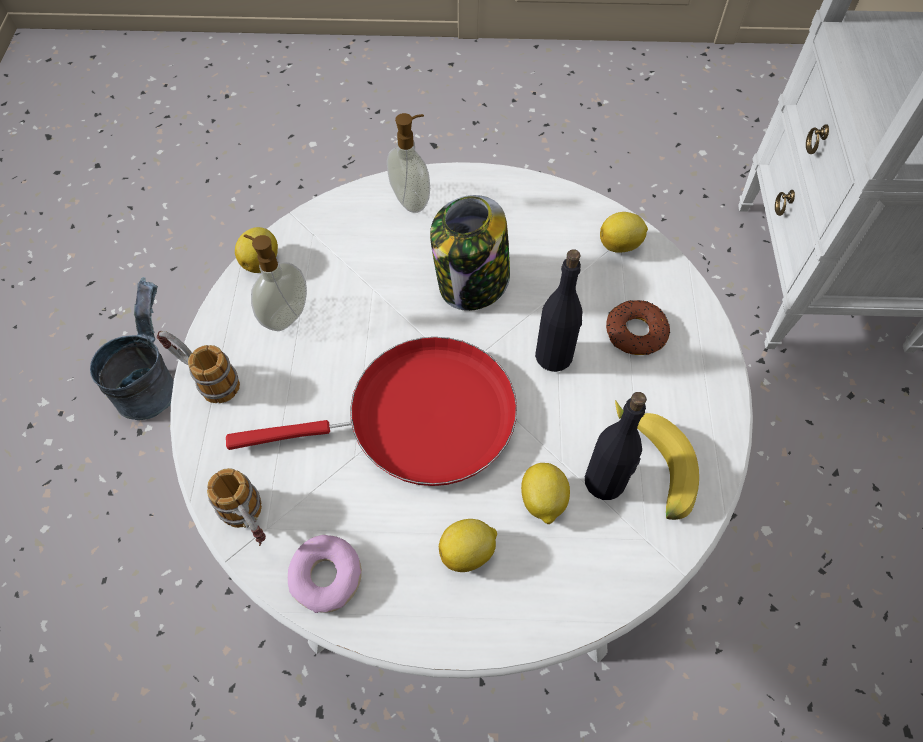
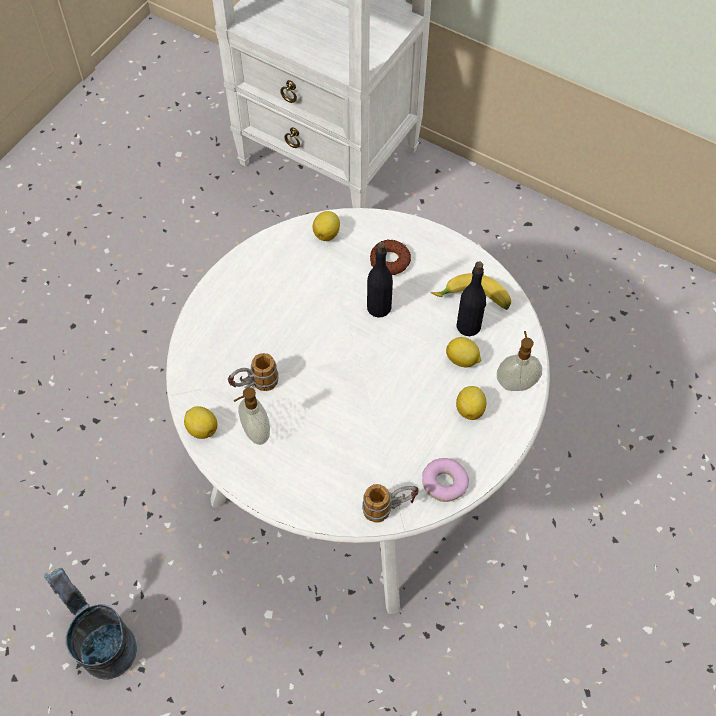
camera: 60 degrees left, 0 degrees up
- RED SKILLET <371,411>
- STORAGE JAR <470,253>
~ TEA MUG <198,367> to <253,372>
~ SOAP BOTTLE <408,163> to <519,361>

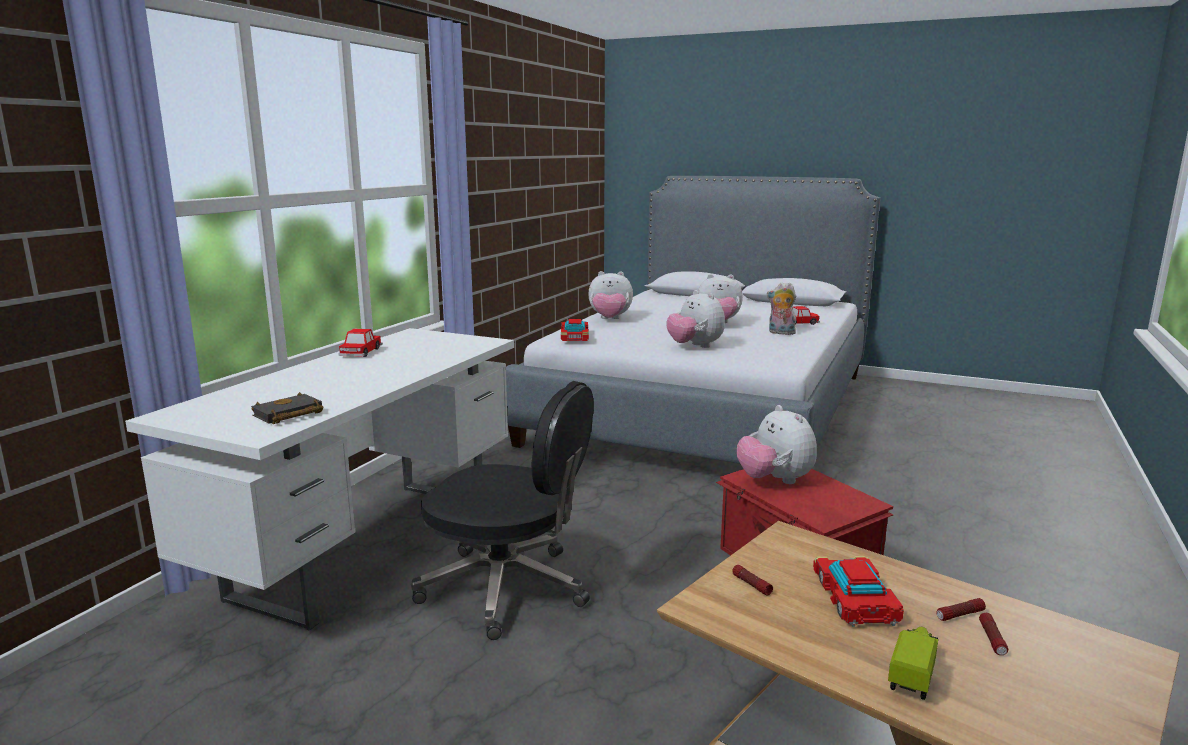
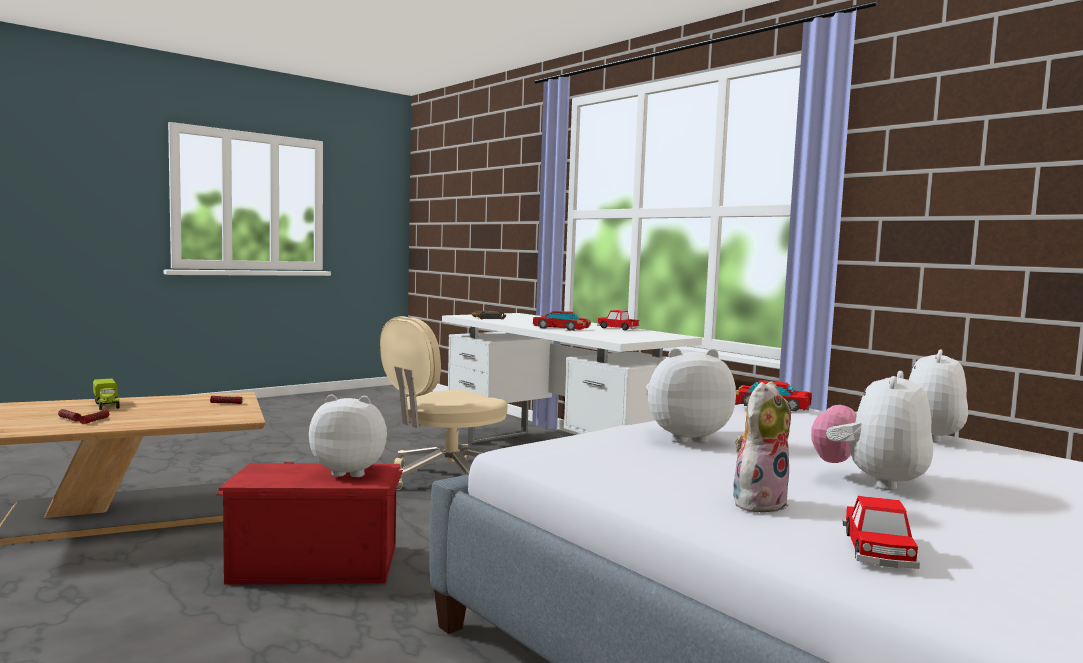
camera: 115 degrees right, 10 degrees down
~ MINIATURE CAR <858,591> to <562,321>
~ BLACK-COLOURED COMPUTER CHAIR <502,510> to BEIGE COMPUTER CHAIR <444,403>

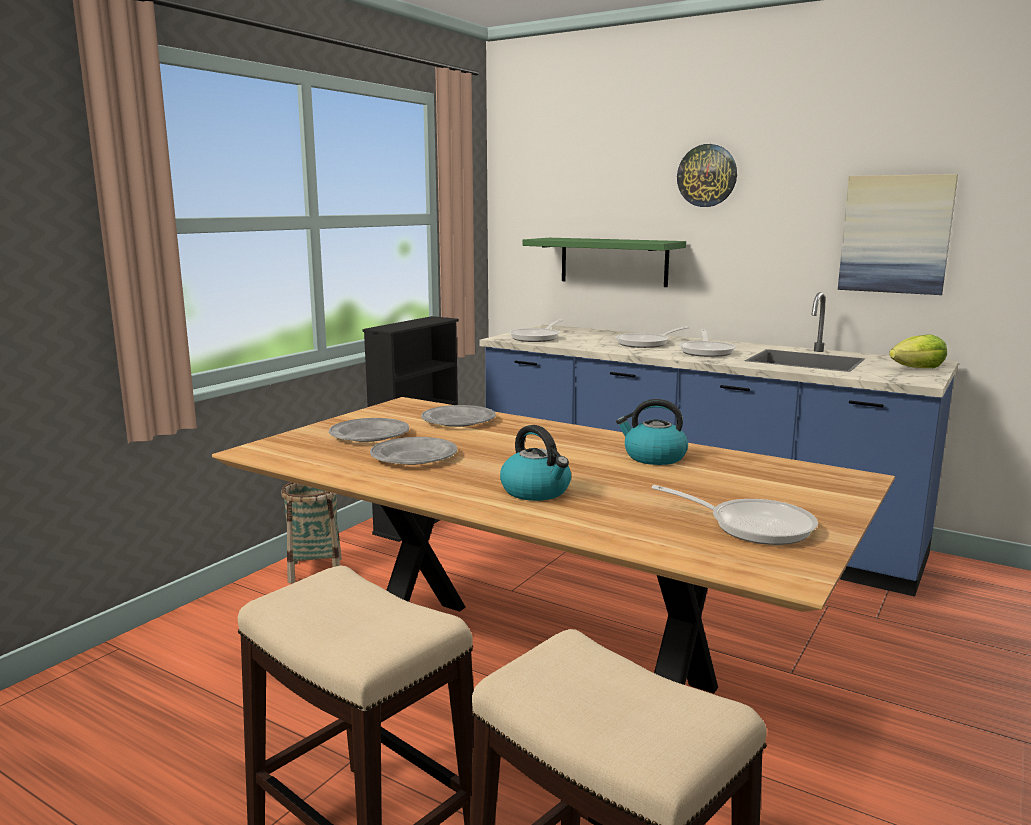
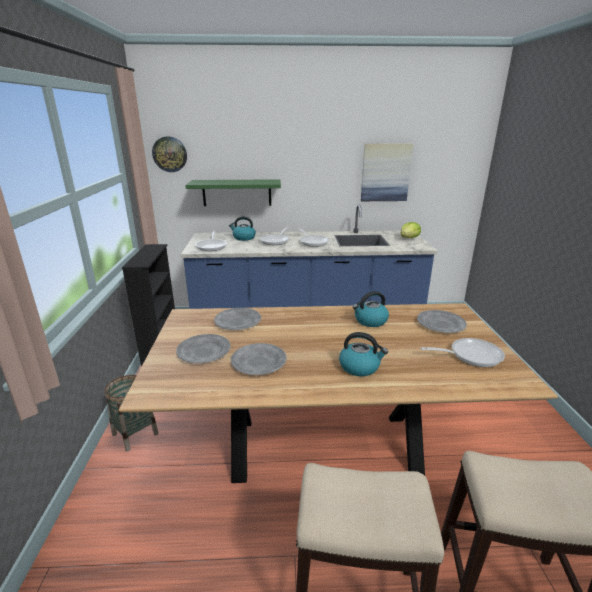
camera: 35 degrees left, 10 degrees up
+ TEA KETTLE <242,228>
+ GRAY PLATE <442,321>
~ HANGING CLOCK <707,175> to <169,154>

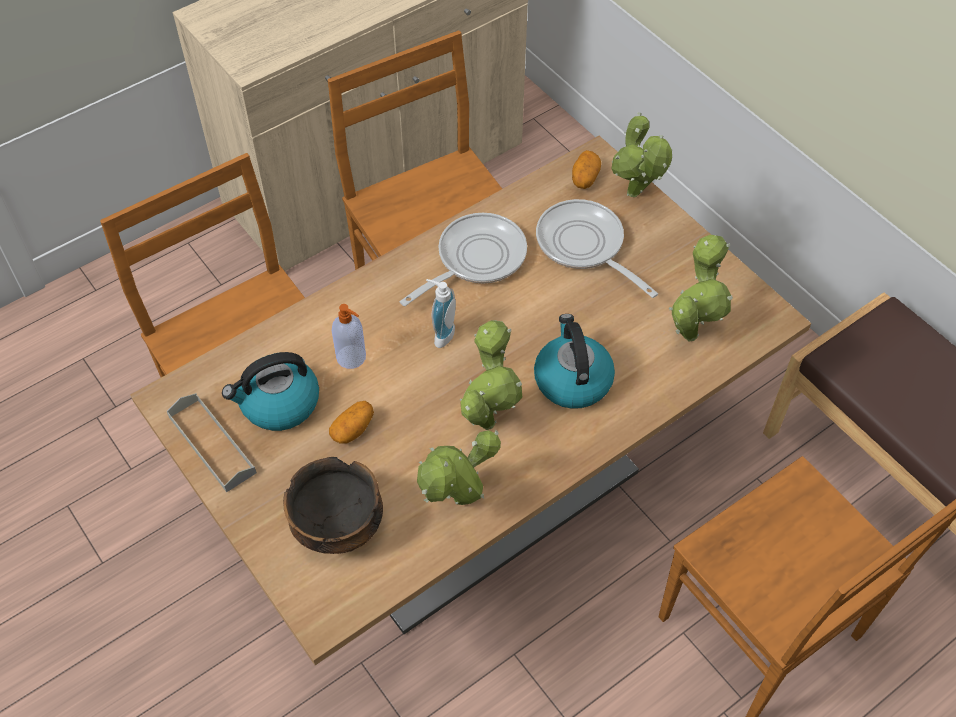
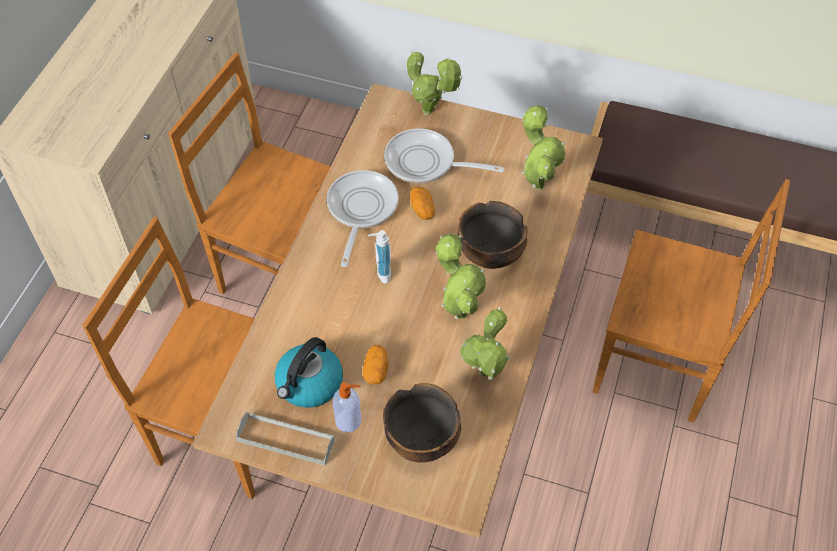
camera: 35 degrees left, 0 degrees up
~ SOAP BOTTLE <349,336> to <346,407>
~ WHOLE POTATO <586,169> to <422,203>
~ TEA KETTLE <574,361> to SERVING BOWL <492,235>

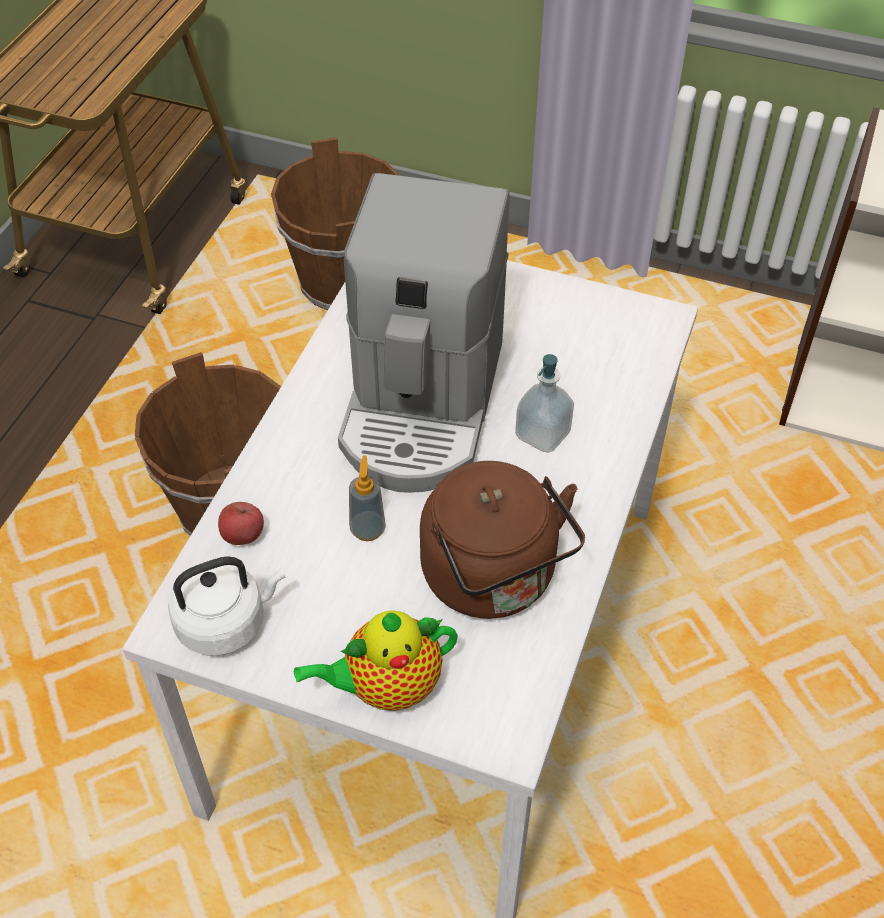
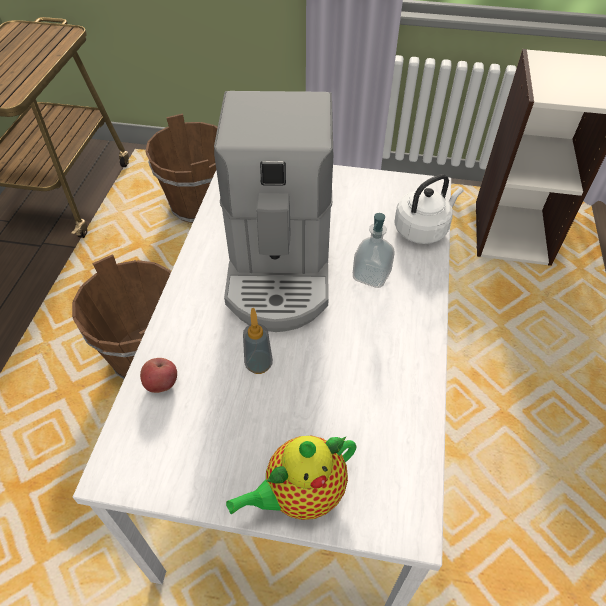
camera: 10 degrees left, 0 degrees up
- BROWN-COLOURED TEA KETTLE <502,540>
~ WHITE TEA KETTLE <226,606> to <428,209>

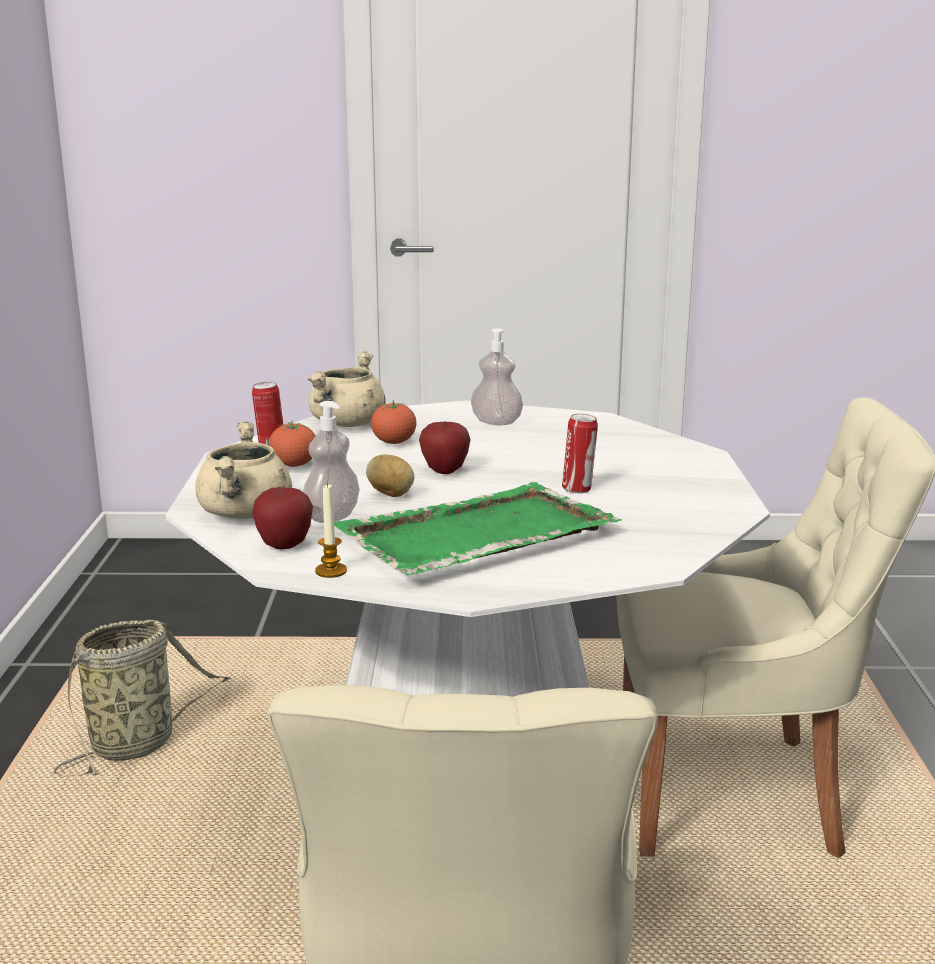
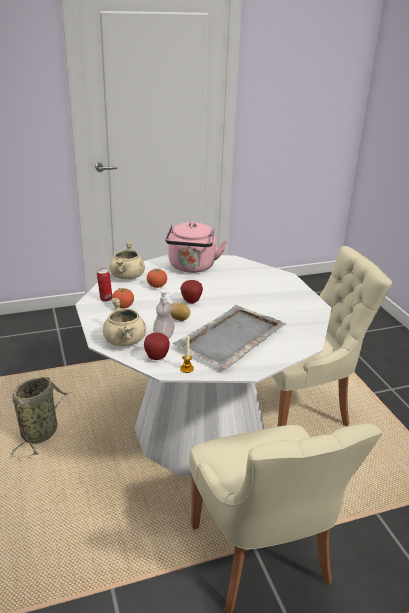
camera: 20 degrees left, 10 degrees up
- SEALED CAN <580,453>
~ SOAP BOTTLE <497,376> to PINKISH TEA KETTLE <196,247>
~ GREEN SERVING TRAY <478,528> to GRAY SERVING TRAY <230,337>

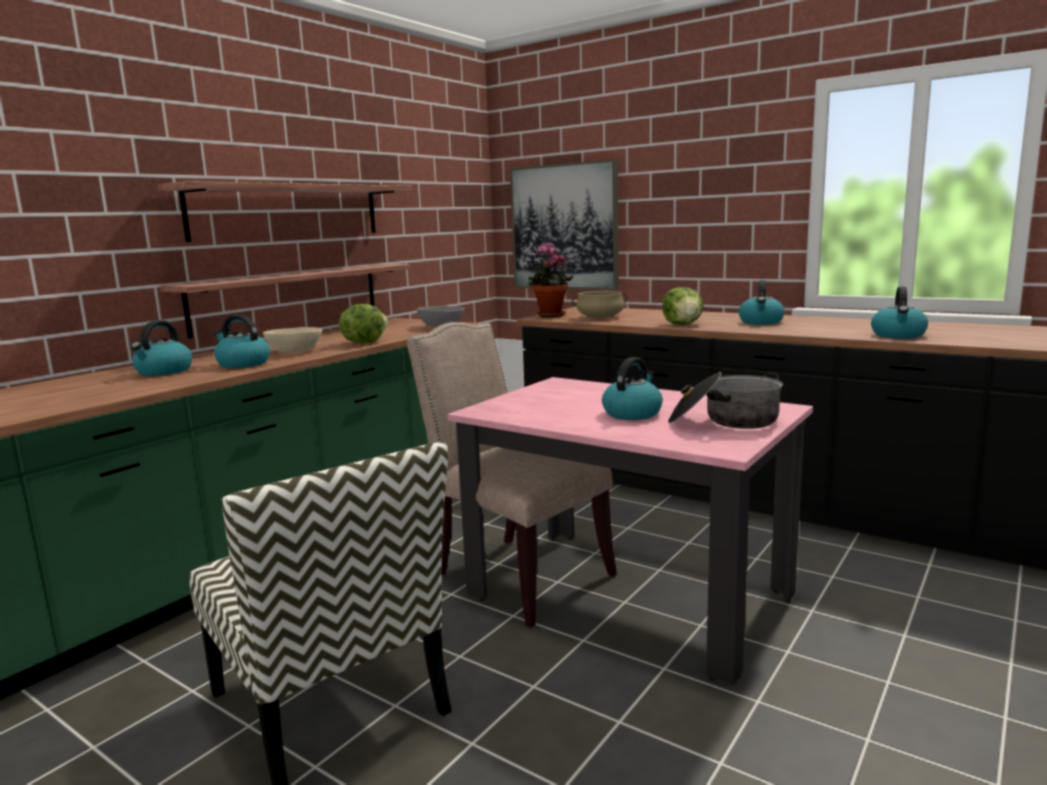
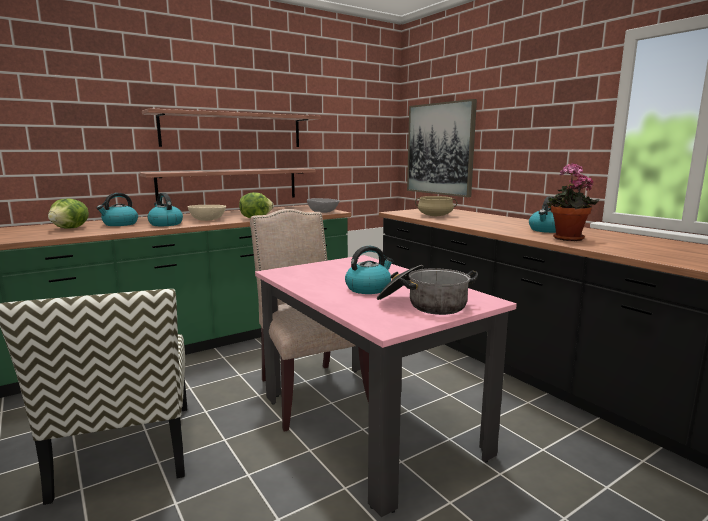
camera: 20 degrees right, 0 degrees up
- TEA KETTLE <899,312>
~ POTTED PLANT <550,279> to <573,202>
~ LETTUCE <683,306> to <68,213>

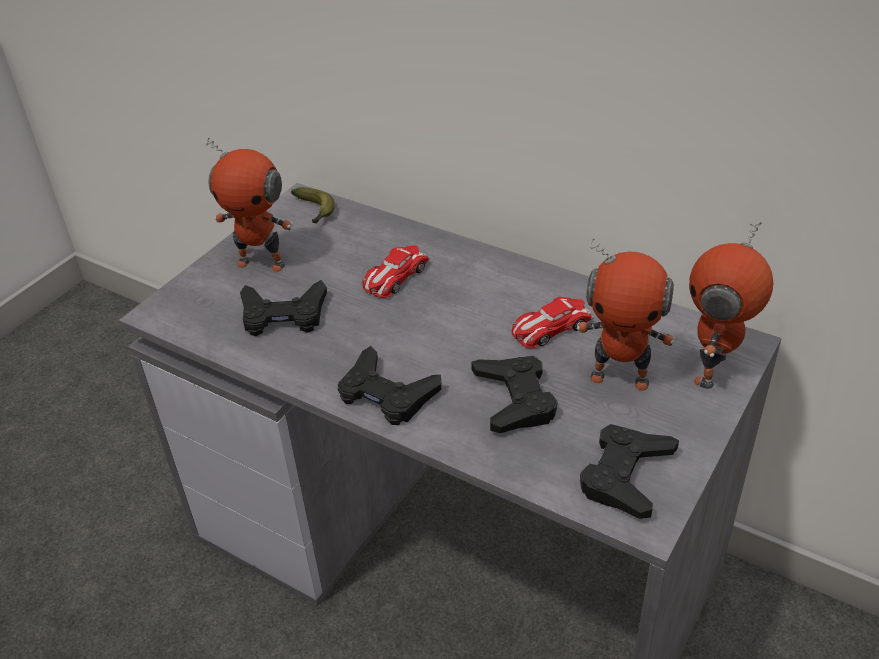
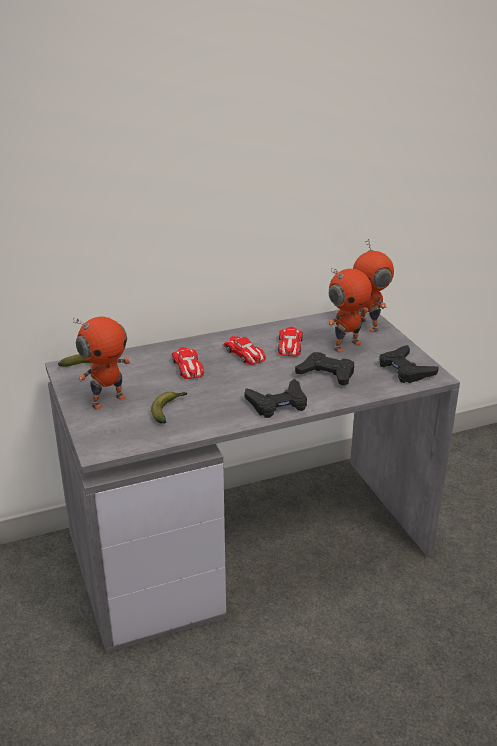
camera: 55 degrees left, 10 degrees down
+ MINIATURE CAR <244,350>
~ BLACK-COLOURED GAMEPAD <283,308> to BANANA <169,407>

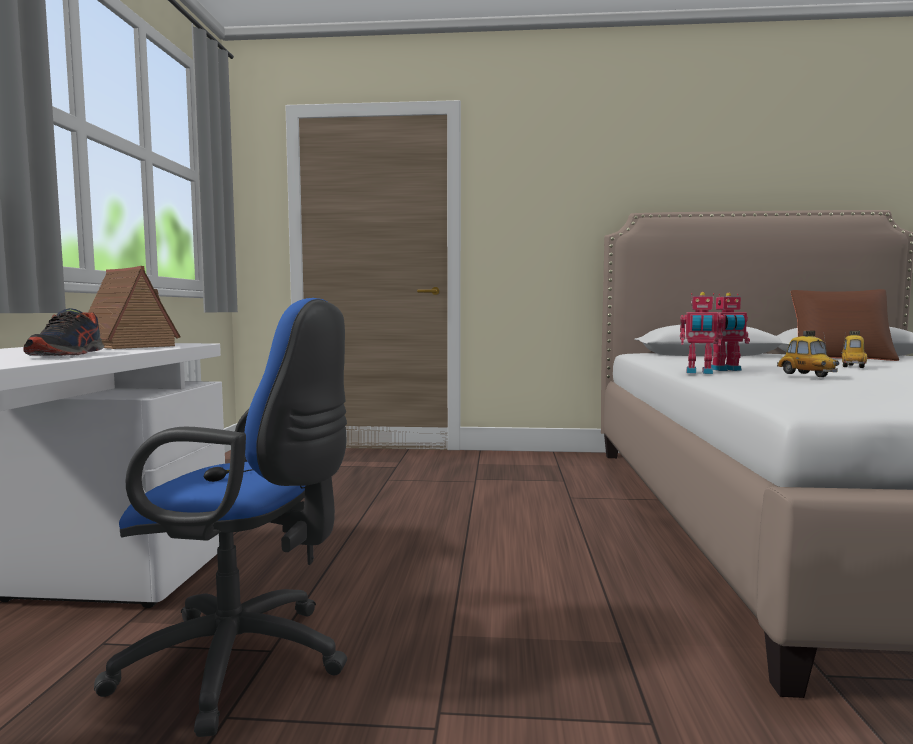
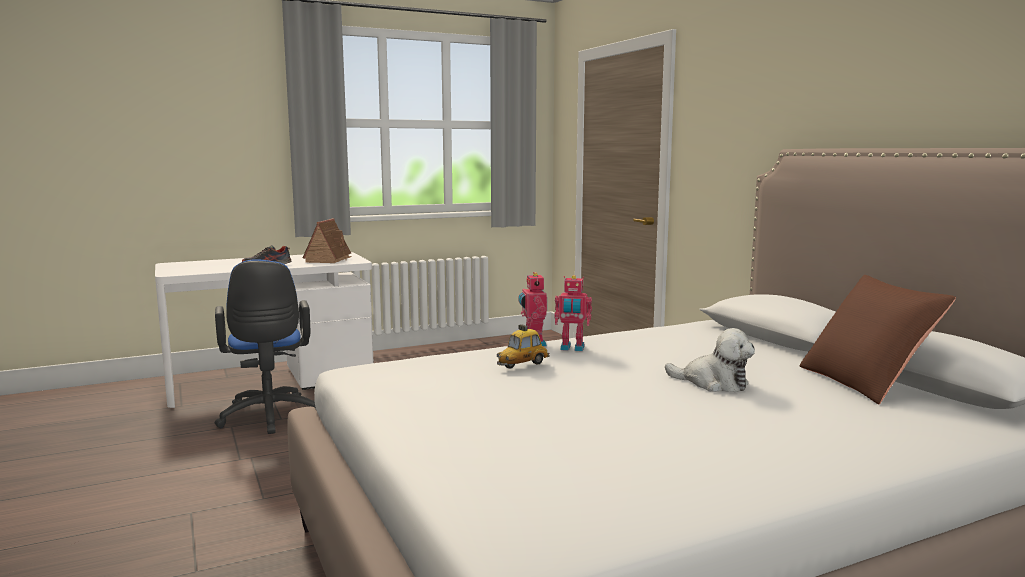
camera: 60 degrees right, 5 degrees up
~ MINIATURE CAR <854,349> to PLUSH TOY <710,360>
~ MODEL ROBOT <730,332> = <573,313> 45 degrees counterclockwise

